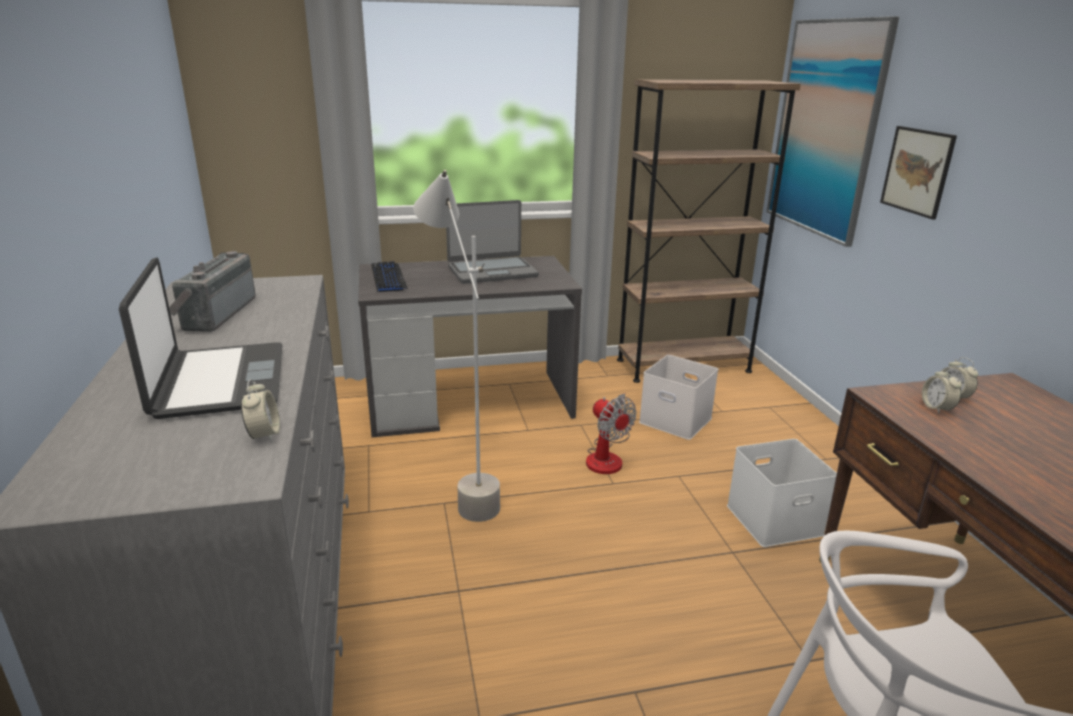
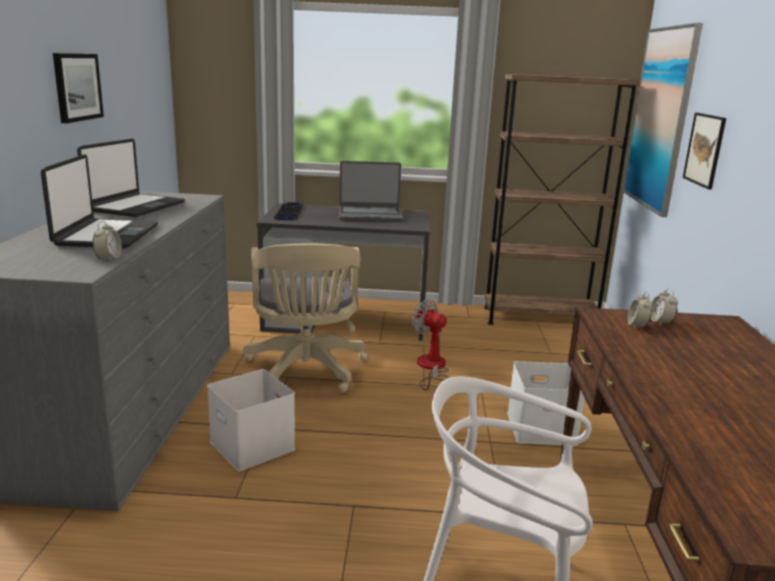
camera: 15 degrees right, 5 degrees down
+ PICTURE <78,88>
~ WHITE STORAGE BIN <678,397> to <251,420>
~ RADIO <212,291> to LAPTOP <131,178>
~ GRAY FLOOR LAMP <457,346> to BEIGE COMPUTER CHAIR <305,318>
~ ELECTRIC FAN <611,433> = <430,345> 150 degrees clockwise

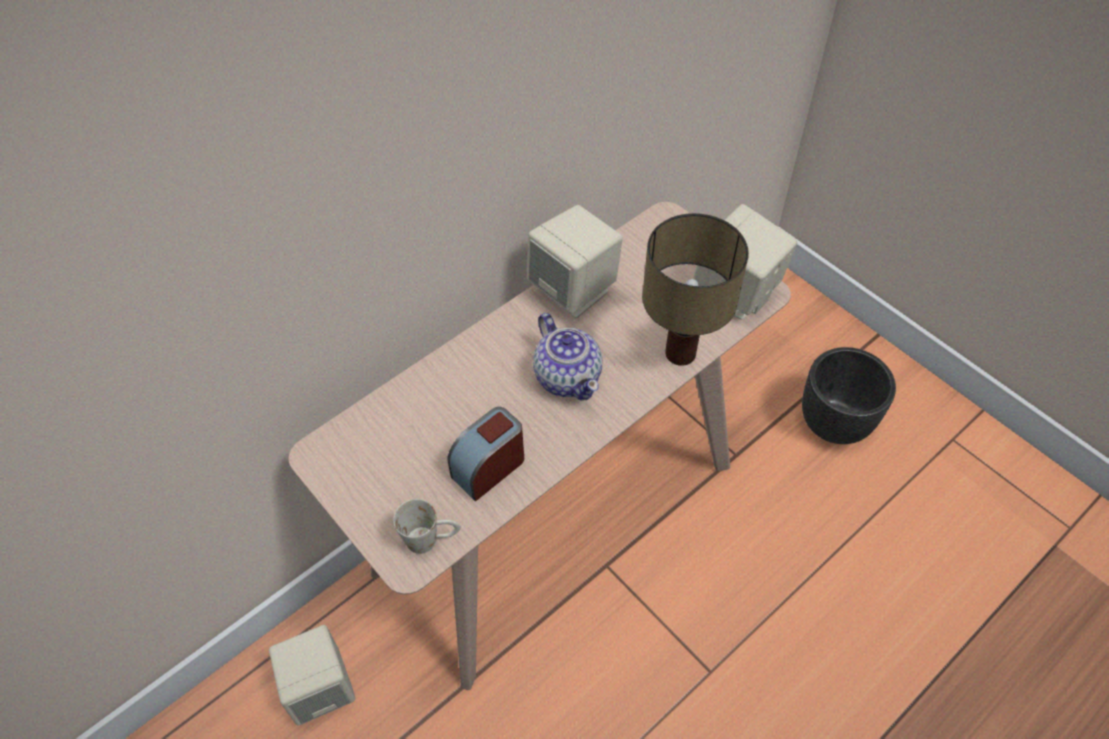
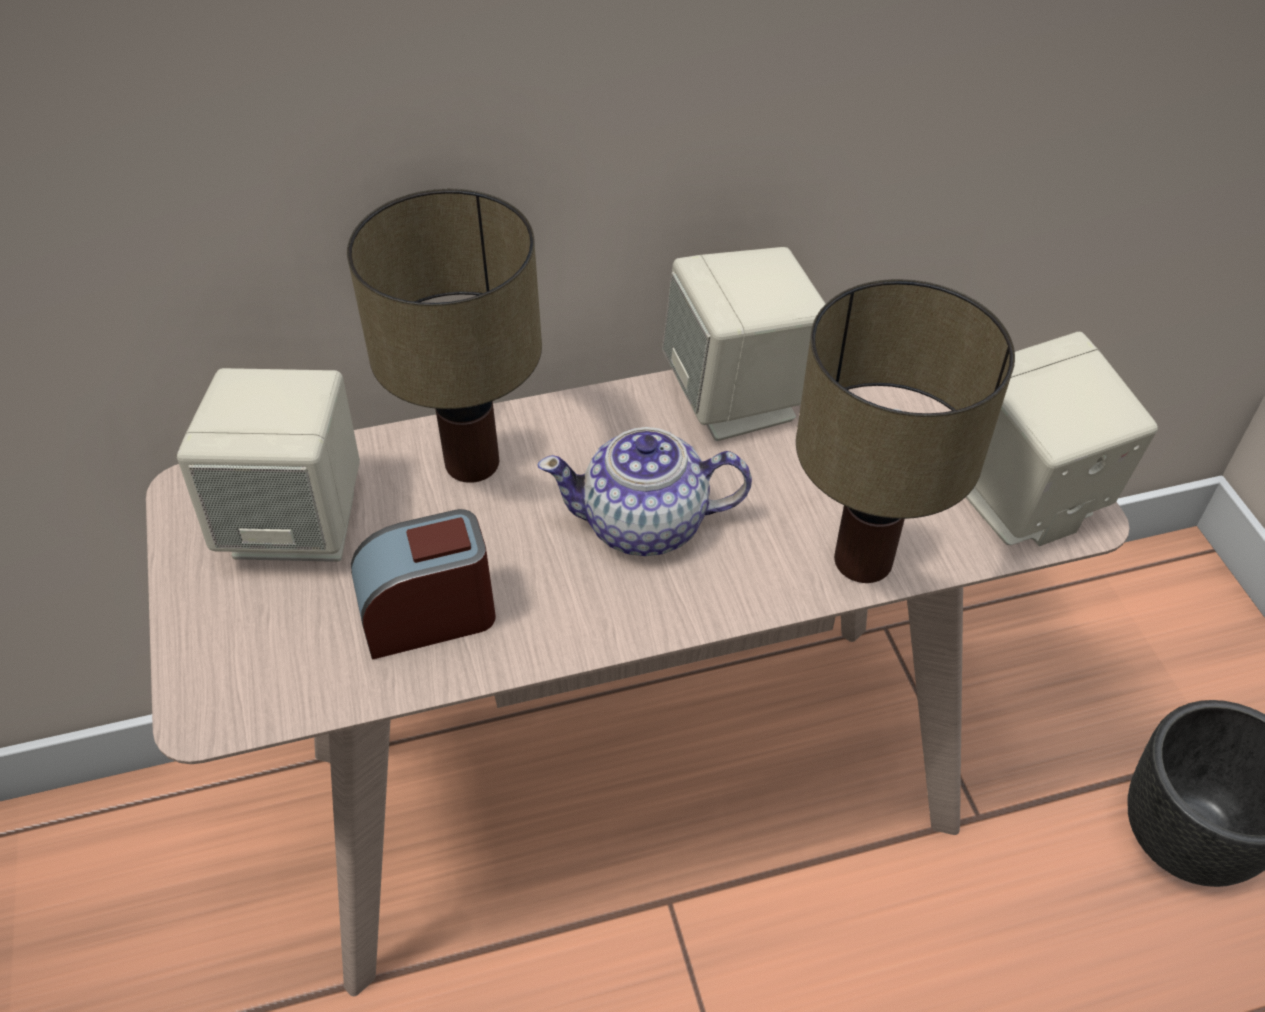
camera: 25 degrees right, 5 degrees down
- WHITE TEA MUG <427,526>
+ TABLETOP LAMP <444,336>
~ BEIGE SPEAKER <312,675> to <268,465>
~ TEAPOT <567,356> = <645,491> 90 degrees clockwise

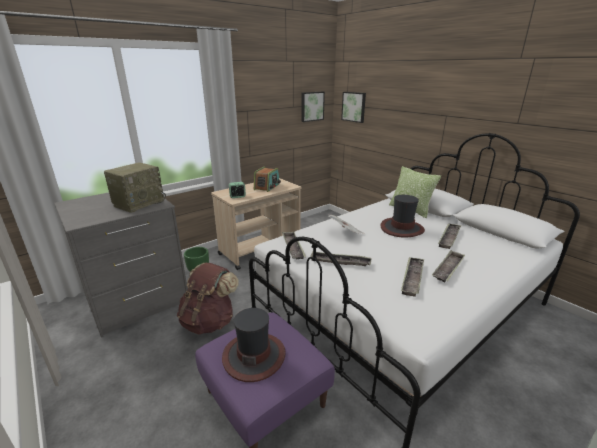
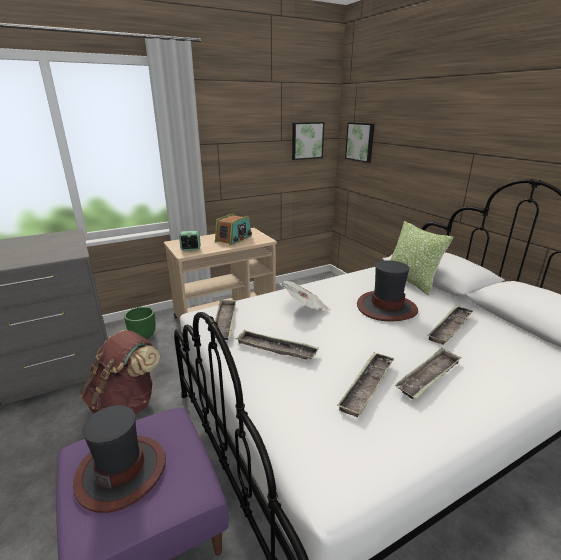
camera: 10 degrees right, 0 degrees up
- RADIO <135,187>

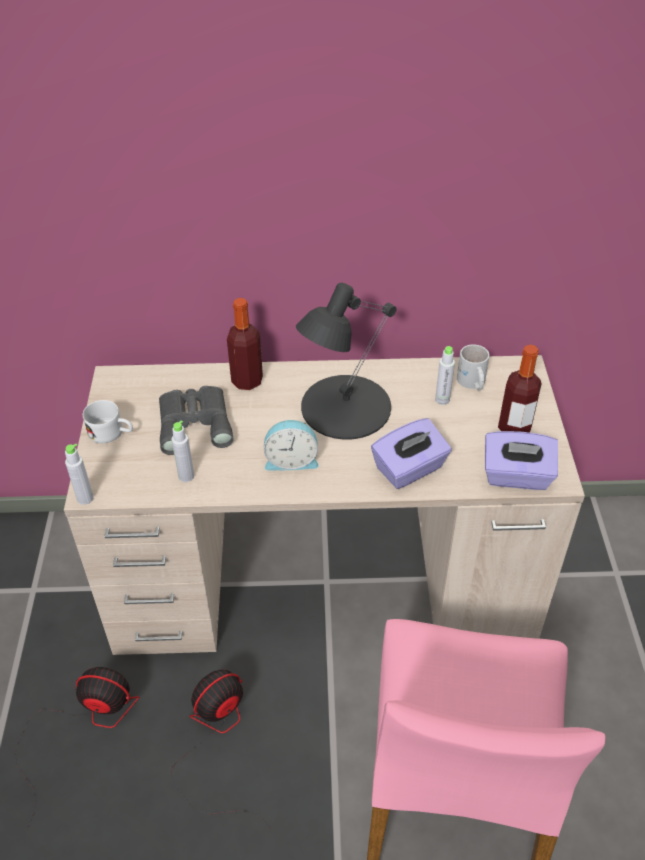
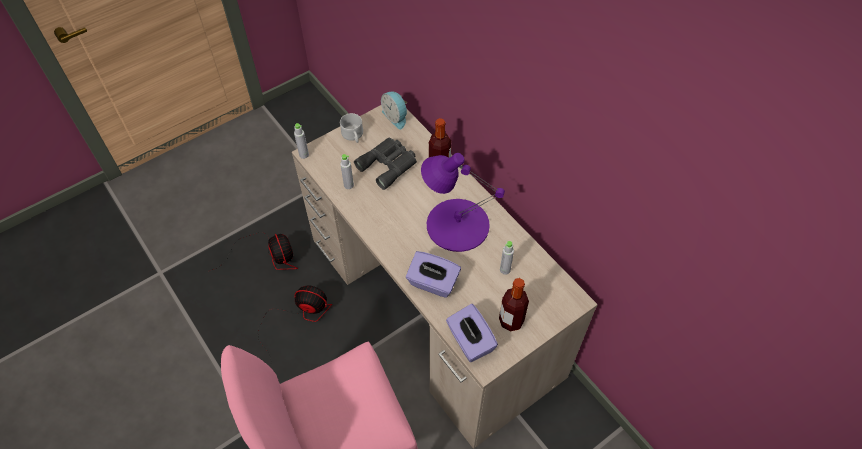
camera: 55 degrees right, 10 degrees up
- WHITE TEA MUG <473,367>
~ ALARM CLOCK <291,445> to <394,110>
~ BLACK-COLOURED TABLETOP LAMP <346,361> to PURPLISH TABLETOP LAMP <463,202>

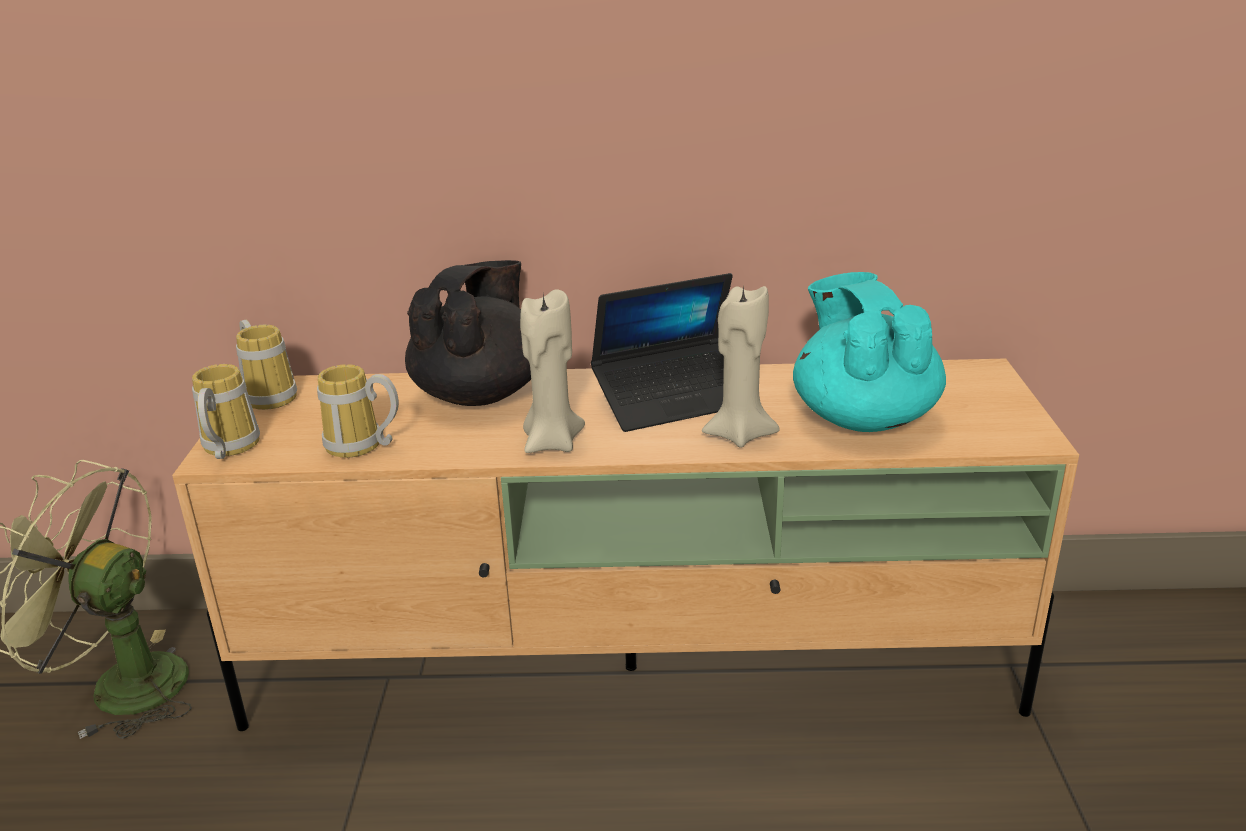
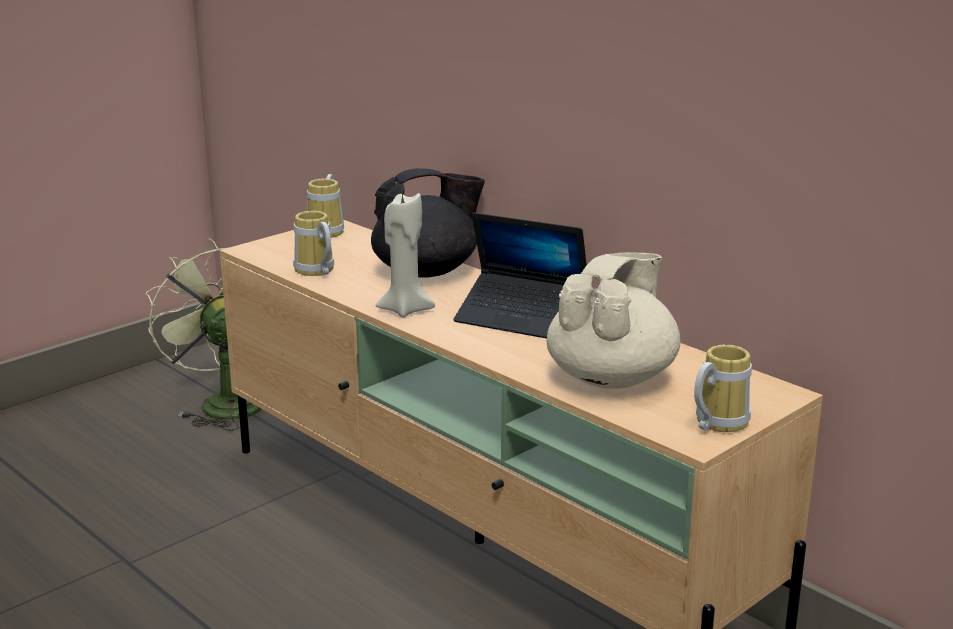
camera: 45 degrees right, 5 degrees down
- BEIGE WAX CANDLE <741,365>
~ TEA MUG <226,411> to <723,388>
~ BLUE-GREEN TEAPOT <869,352> to BEIGE TEAPOT <613,320>

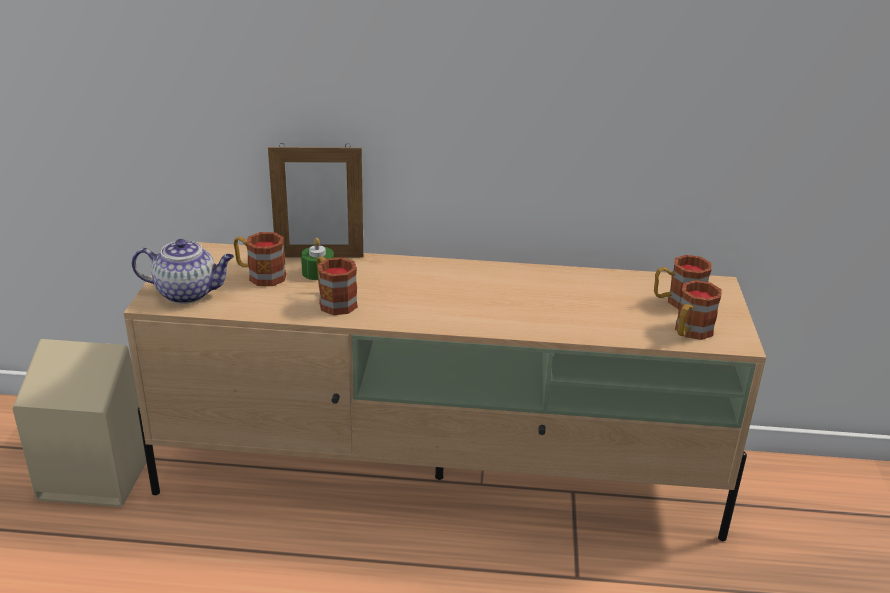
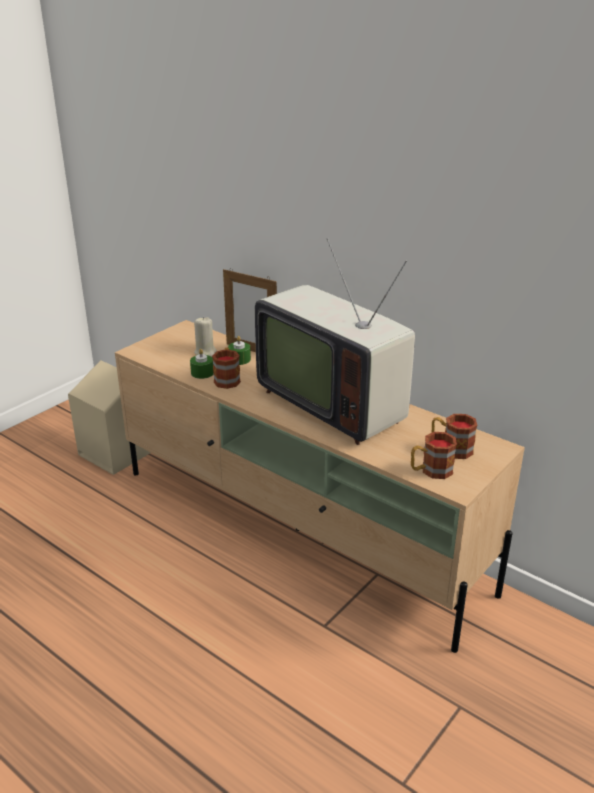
camera: 35 degrees right, 0 degrees up
- TEAPOT <182,271>
+ GREEN WAX CANDLE <202,364>
+ TV <335,341>
~ TEA MUG <260,259> to BEIGE WAX CANDLE <205,337>

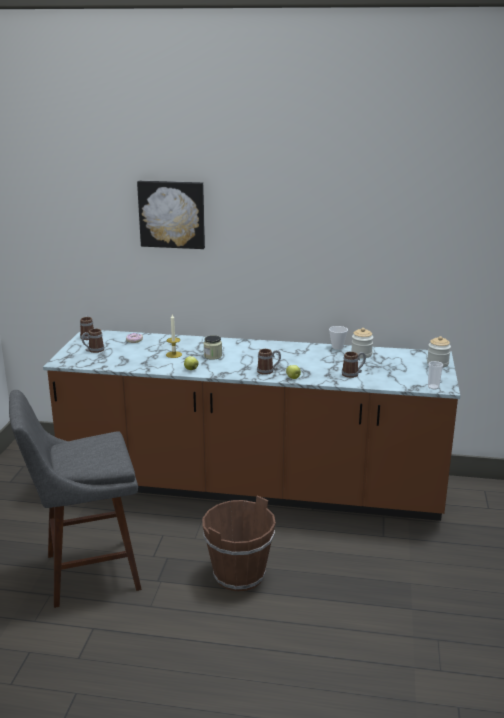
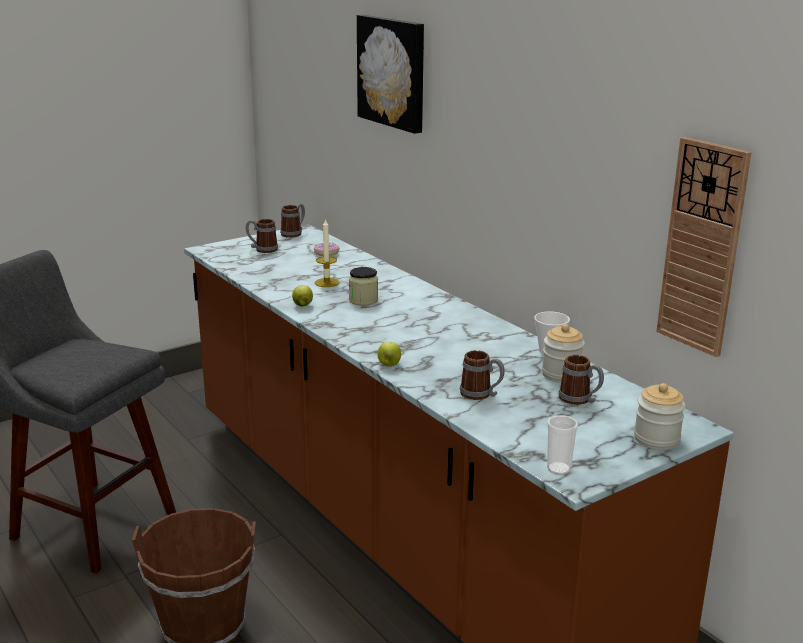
camera: 45 degrees right, 0 degrees up
+ HANGING CLOCK <704,247>
~ TEA MUG <269,362> to <581,380>

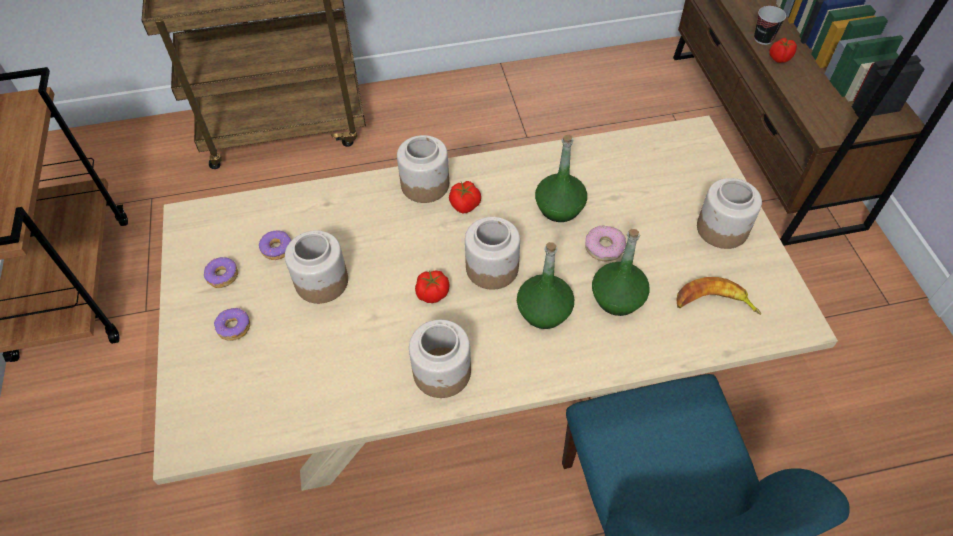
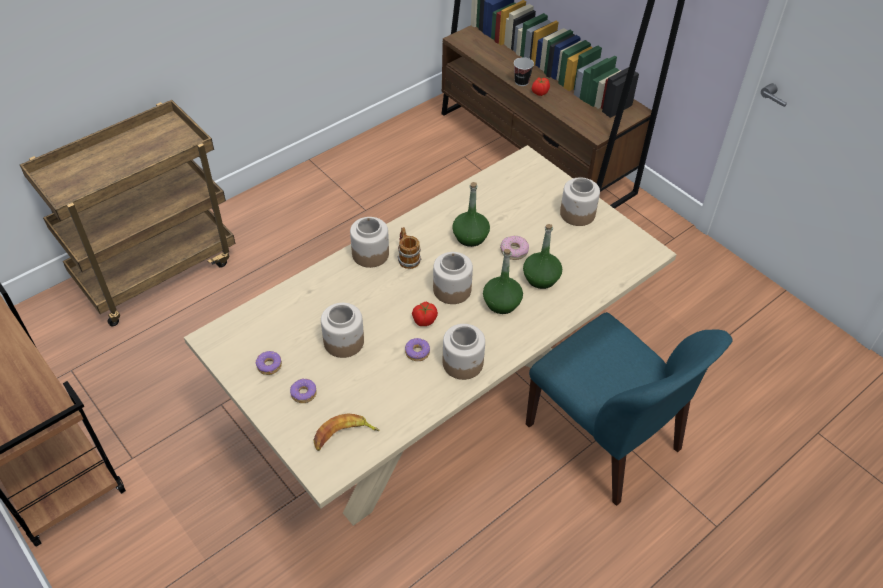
camera: 30 degrees left, 5 degrees down
~ DONUT <275,245> to <417,349>
~ BANANA <718,296> to <346,432>
~ WHOLE TOMATO <465,197> to TEA MUG <409,248>

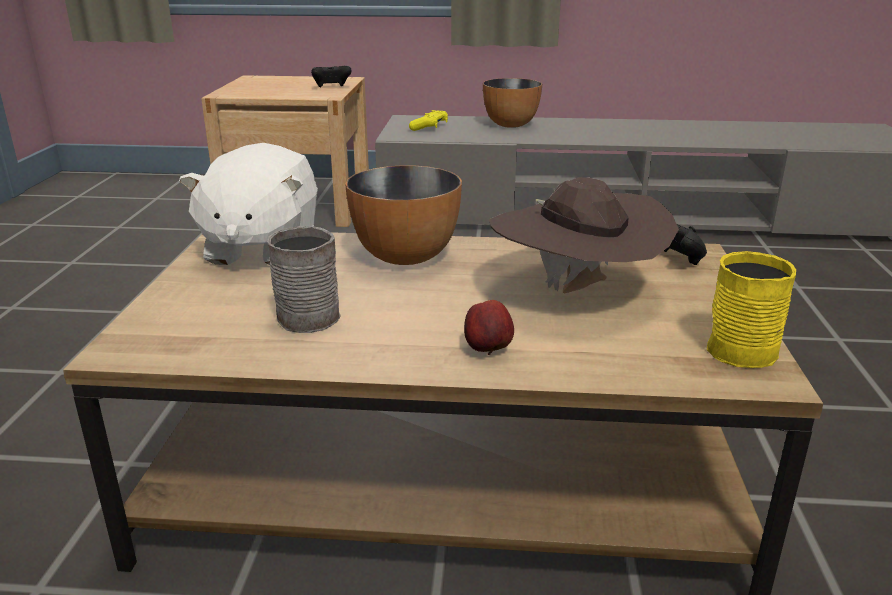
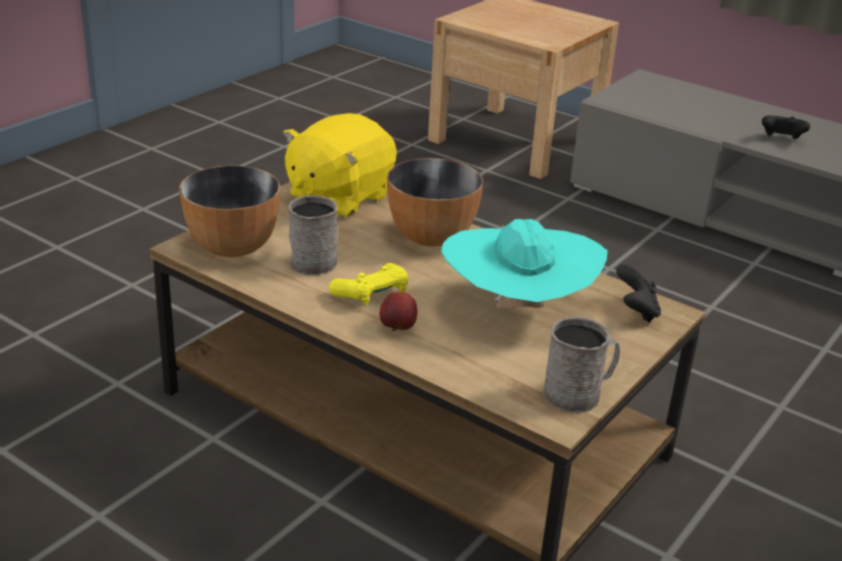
camera: 30 degrees right, 5 degrees up
~ BLACK-COLOURED GAMEPAD <331,76> to <786,127>
~ YELLOW-COLOURED GAMEPAD <428,120> to <369,284>
~ SERVING BOWL <512,103> to <230,211>
~ WHITE PLUSH TOY <248,204> to YELLOW-COLOURED PLUSH TOY <340,165>
~ BROWN-COLOURED HAT <584,235> to BLUE-GREEN HAT <524,263>
~ YELLOW-COLOURED TEA MUG <751,309> to GRAY TEA MUG <581,365>

